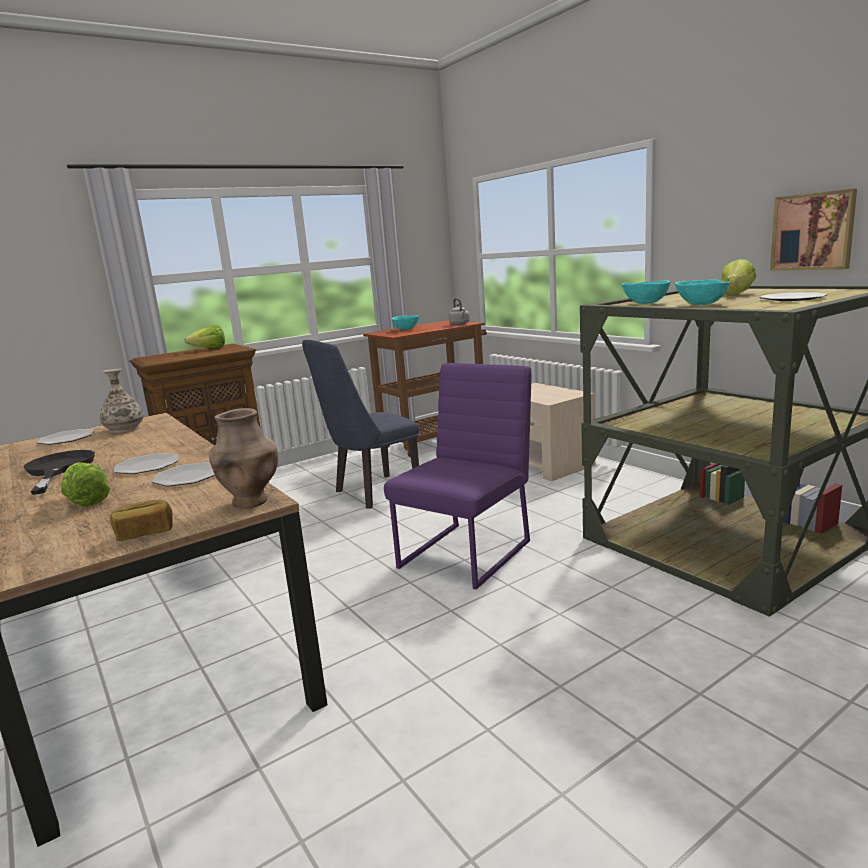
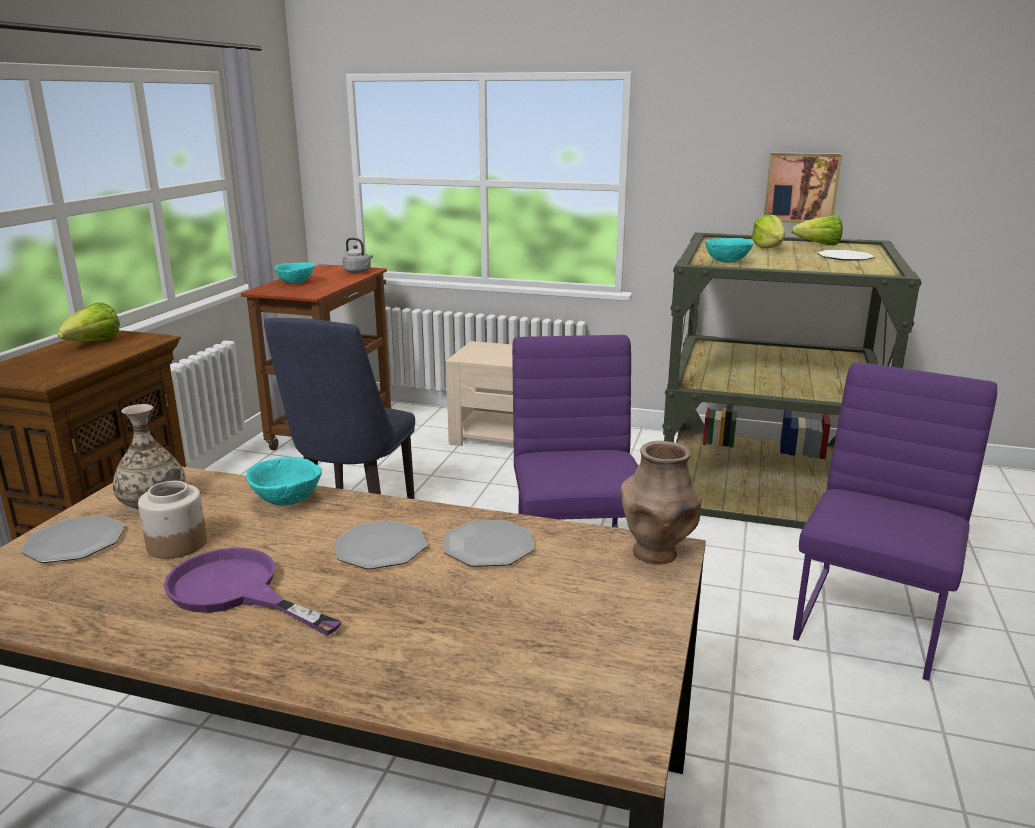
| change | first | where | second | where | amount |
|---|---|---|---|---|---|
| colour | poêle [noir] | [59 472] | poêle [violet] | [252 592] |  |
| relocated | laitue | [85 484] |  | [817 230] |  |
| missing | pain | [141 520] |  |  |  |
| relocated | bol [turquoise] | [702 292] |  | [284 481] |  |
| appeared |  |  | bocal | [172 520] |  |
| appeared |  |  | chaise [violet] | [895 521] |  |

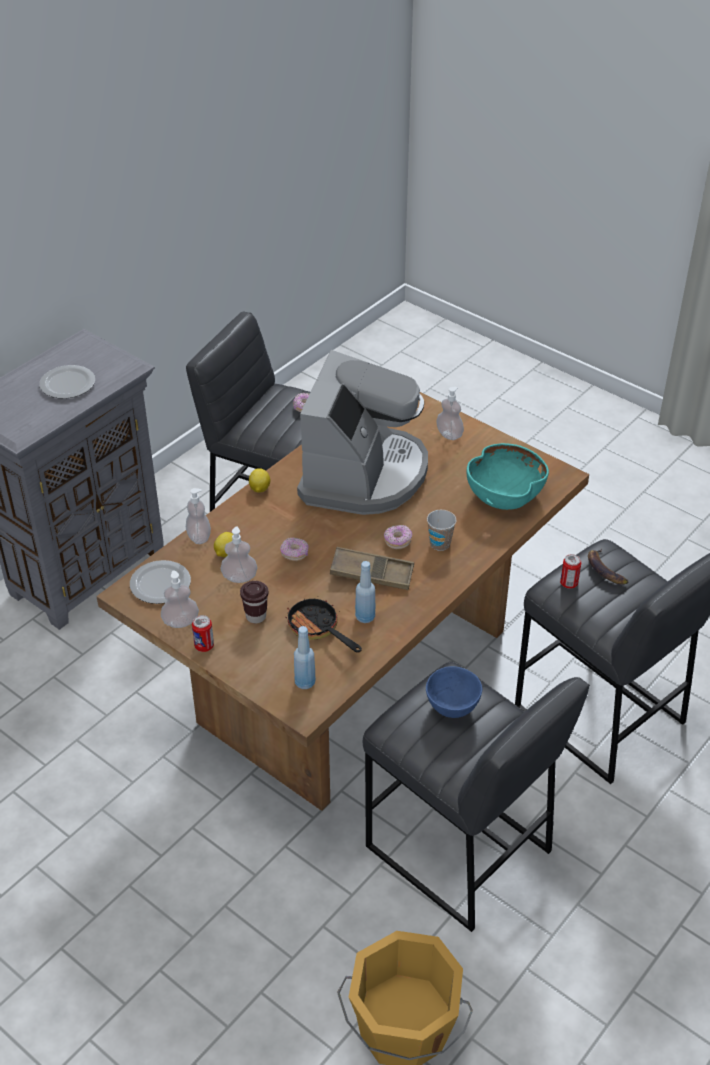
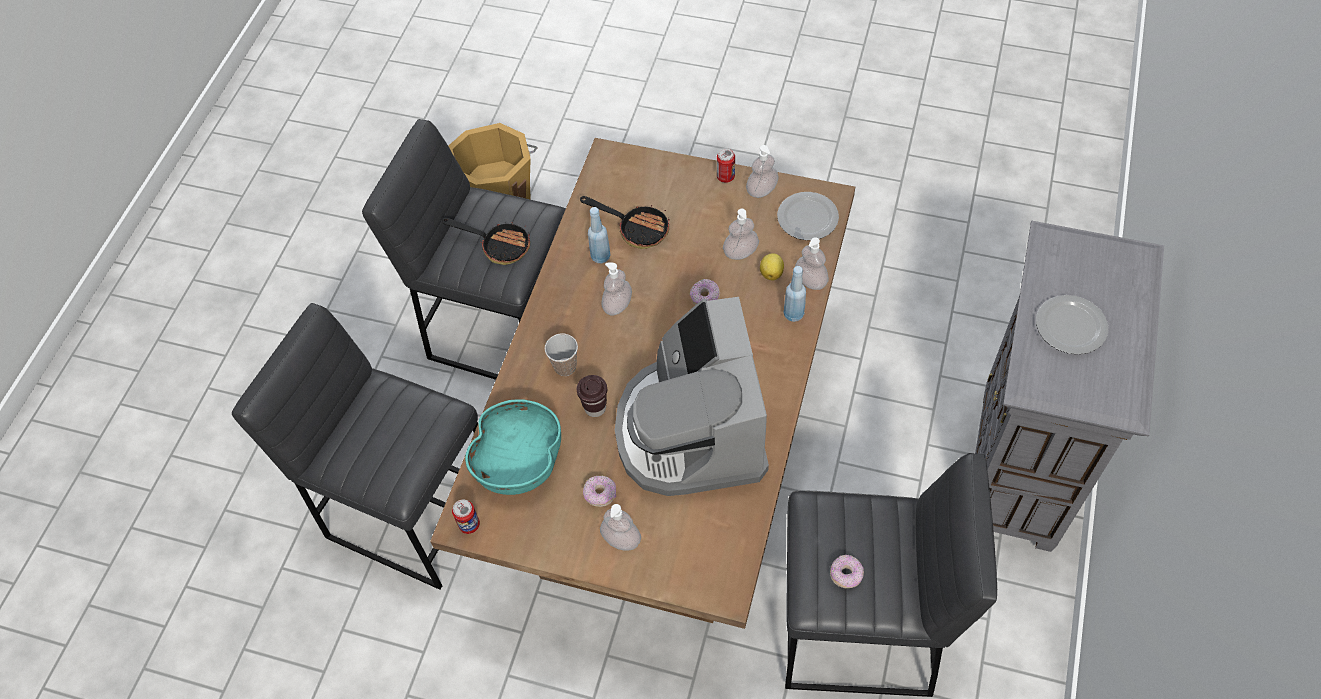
| change | first | where | second | where | amount |
|---|---|---|---|---|---|
| relocated | tasse [marron] | [254 602] |  | [591 396] |  |
| missing | citron | [259 480] |  |  |  |
| relocated | bouteille [bleu] | [305 657] |  | [795 294] |  |
| exchanged | plateau [marron] | [372 568] | distributeur de savon | [616 289] |  |
| relocated | beignet | [398 537] |  | [599 491] |  |
| exchanged | bol [bleu] | [454 692] | poêle | [486 241] |  |
| relocated | boîte métallique | [570 571] |  | [466 517] |  |
| missing | banane | [608 567] |  |  |  |

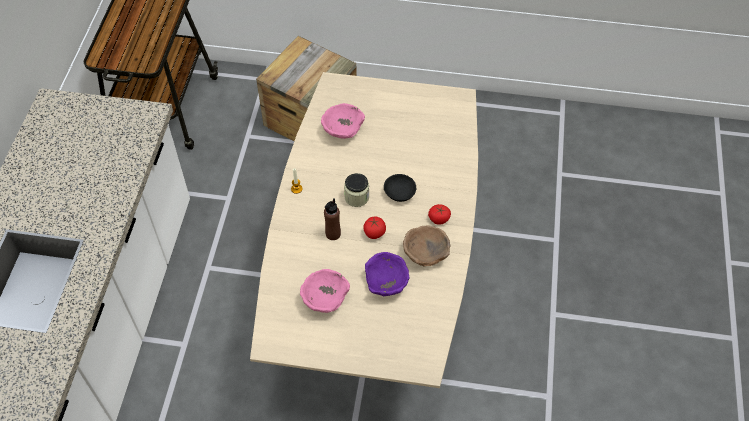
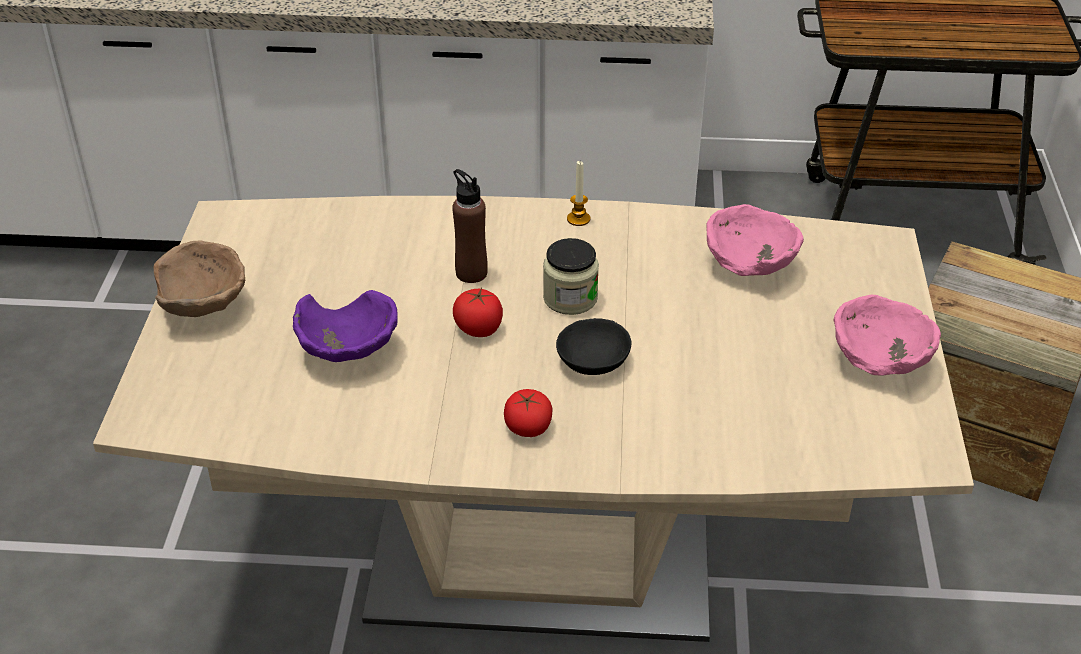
| change | first | where | second | where | amount |
|---|---|---|---|---|---|
| relocated | bol [rose] | [325 291] |  | [887 335] |  |
| relocated | bol [marron] | [426 246] |  | [199 278] |  |

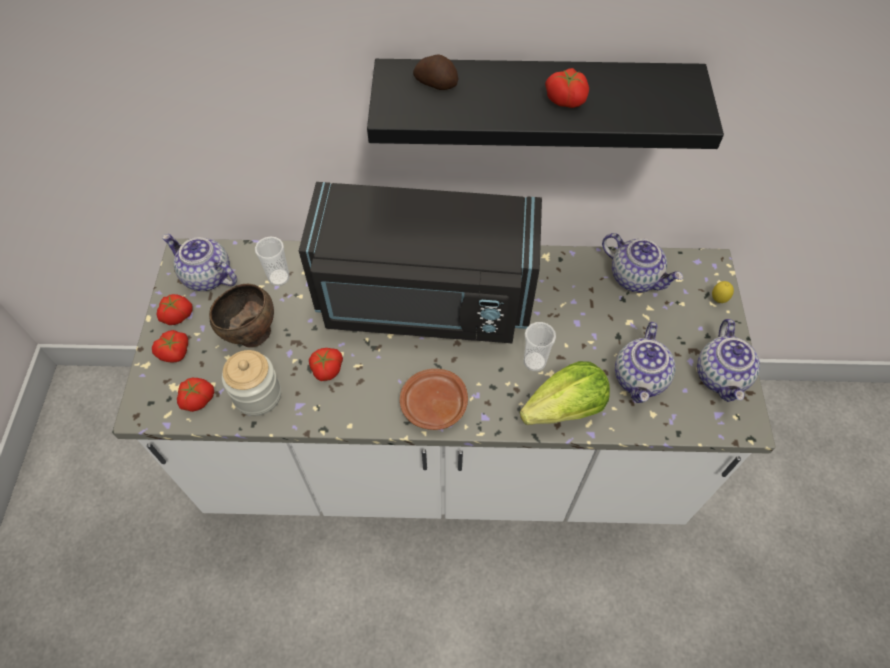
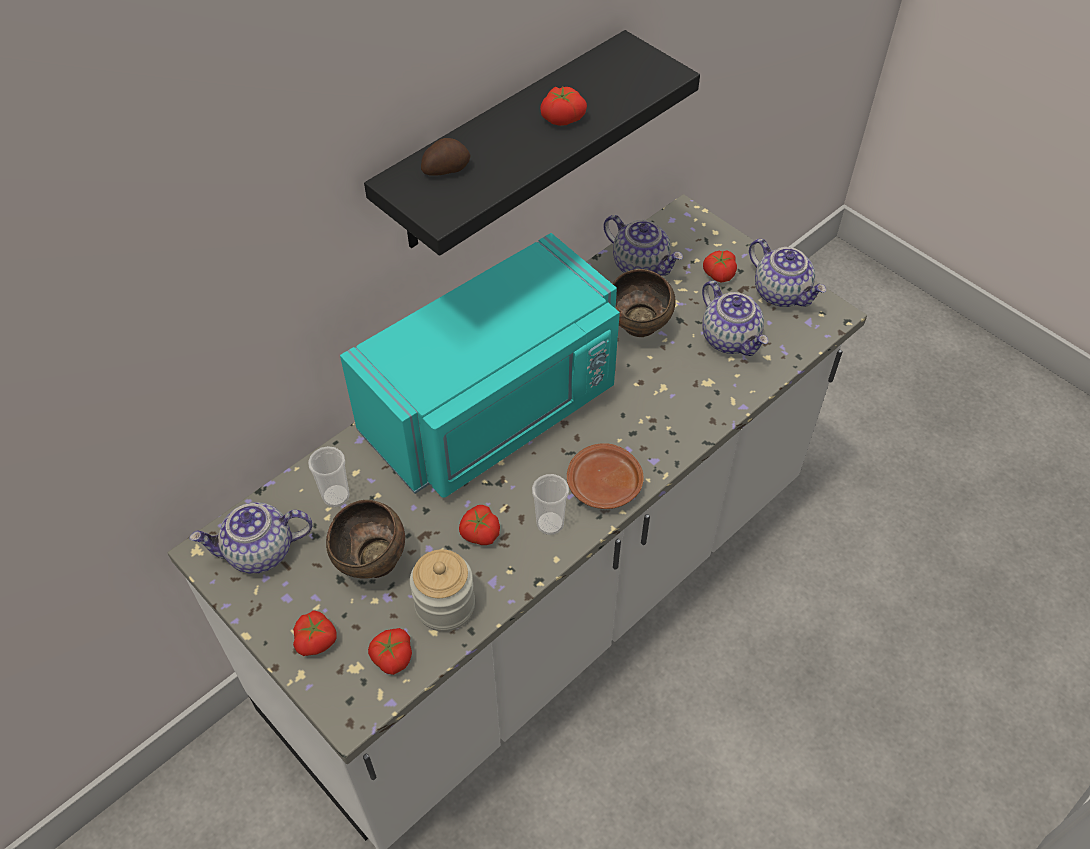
| change | first | where | second | where | amount |
|---|---|---|---|---|---|
| relocated | tomate | [174 309] |  | [720 266] |  |
| colour | micro-ondes [noir] | [420 262] | micro-ondes [turquoise] | [480 365] |  |
| missing | laitue | [565 393] |  |  |  |
| relocated | tasse | [539 346] |  | [550 504] |  |
| spun | théière | [642 263] |  | [643 245] | 45 degrees clockwise |
| missing | citron | [723 292] |  |  |  |
| appeared |  |  | bol [marron] | [644 303] |  |

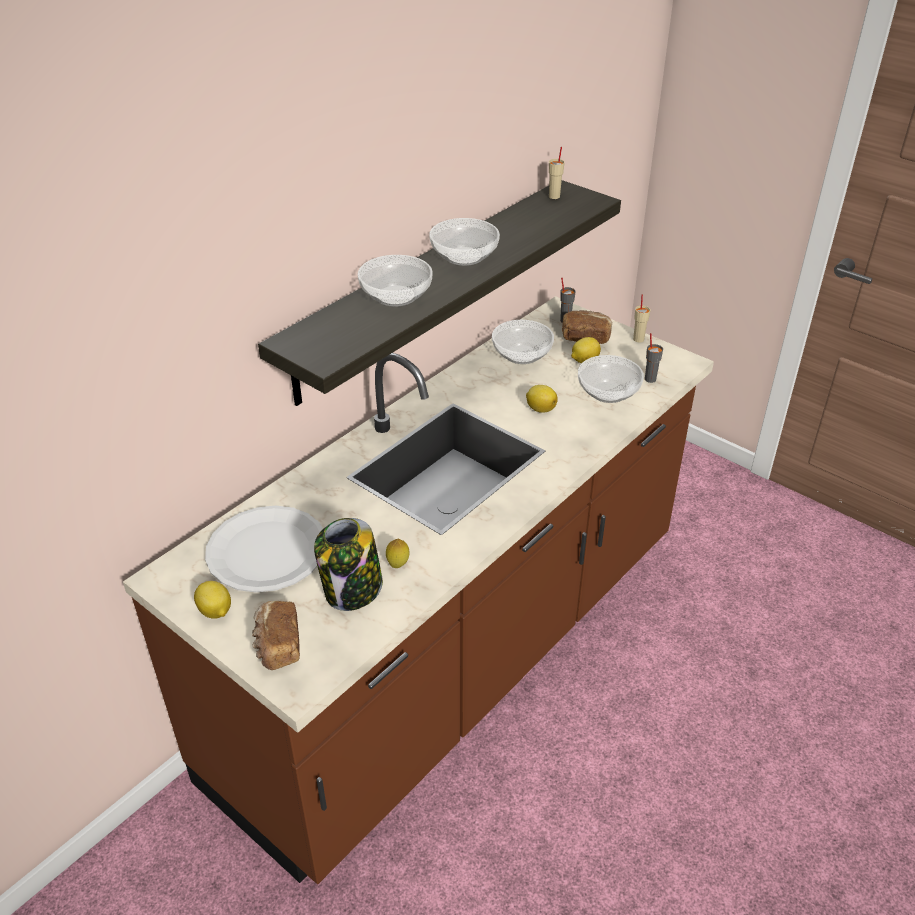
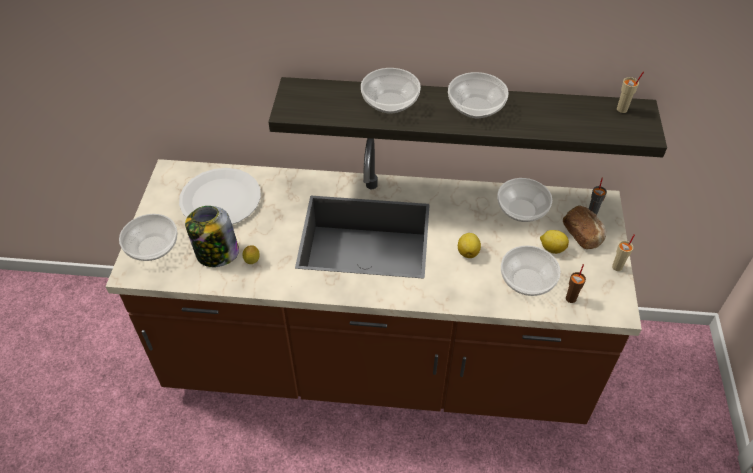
| change | first | where | second | where | amount |
|---|---|---|---|---|---|
| missing | citron | [212 600] |  |  |  |
| exchanged | pain | [276 635] | bol | [148 237] |  |
| colour | tasse [gris] | [654 358] | tasse [marron] | [576 283] |  |

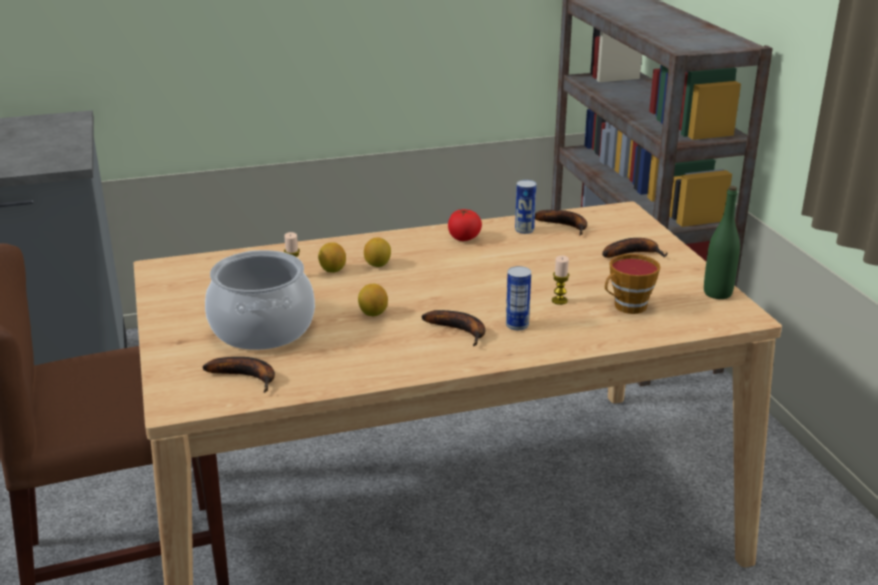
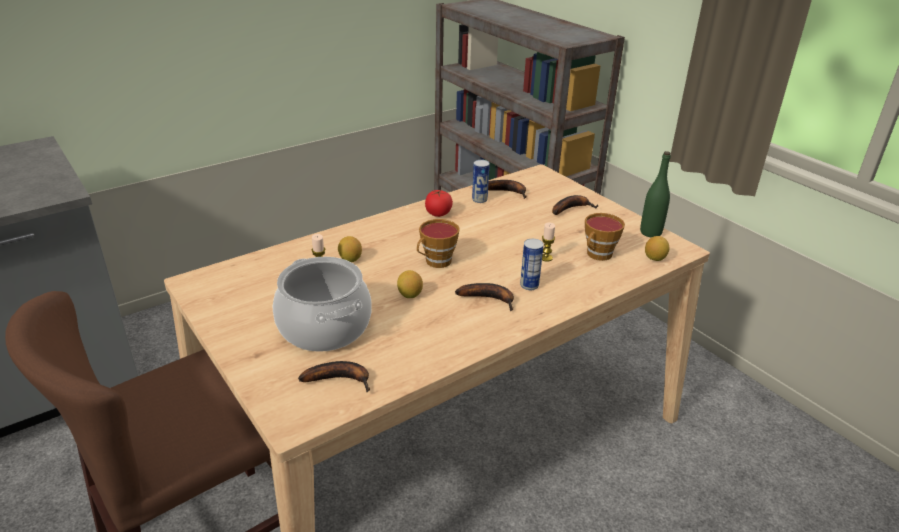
| change | first | where | second | where | amount |
|---|---|---|---|---|---|
| relocated | citron | [377 252] |  | [657 248] |  |
| appeared |  |  | tasse | [438 243] |  |

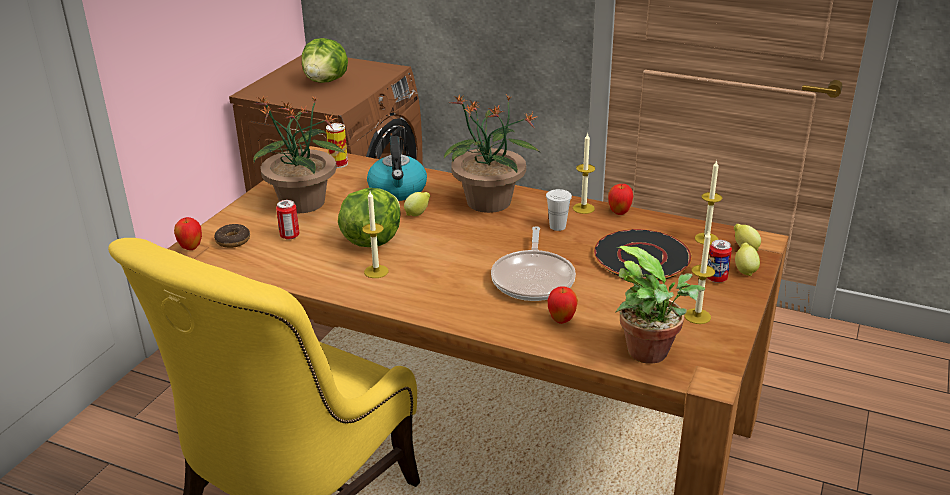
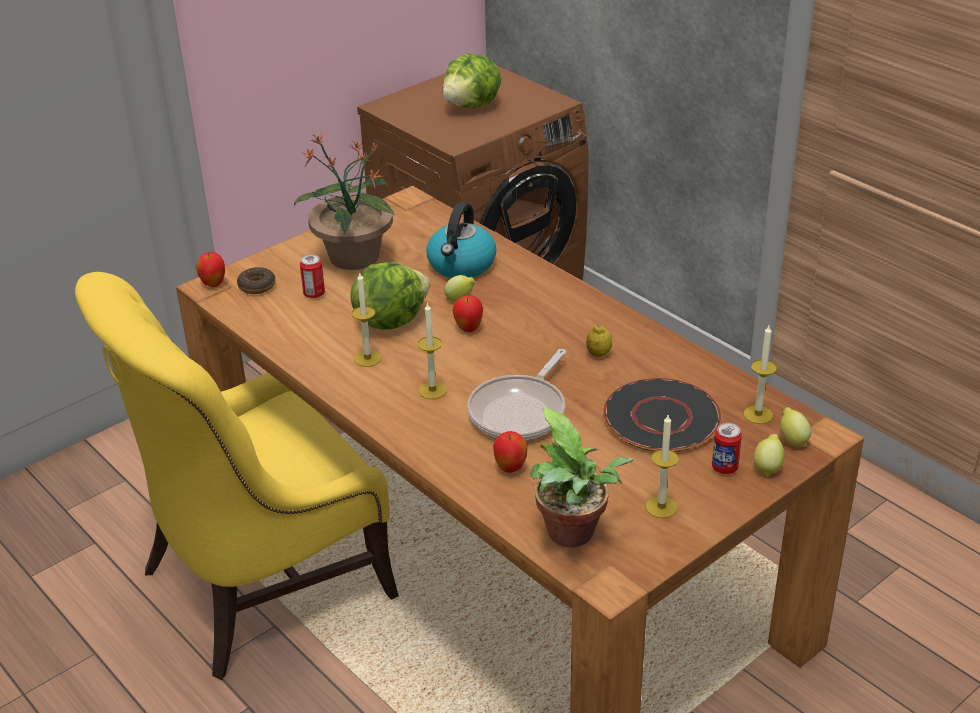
| change | first | where | second | where | amount |
|---|---|---|---|---|---|
| missing | boîte métallique | [337 145] |  |  |  |
| missing | plante en pot | [492 153] |  |  |  |
| exchanged | tasse [blanc] | [559 210] | citron | [599 341] |  |
| relocated | bougie | [584 173] |  | [432 350] |  |
| relocated | pomme | [620 199] |  | [468 314] |  |

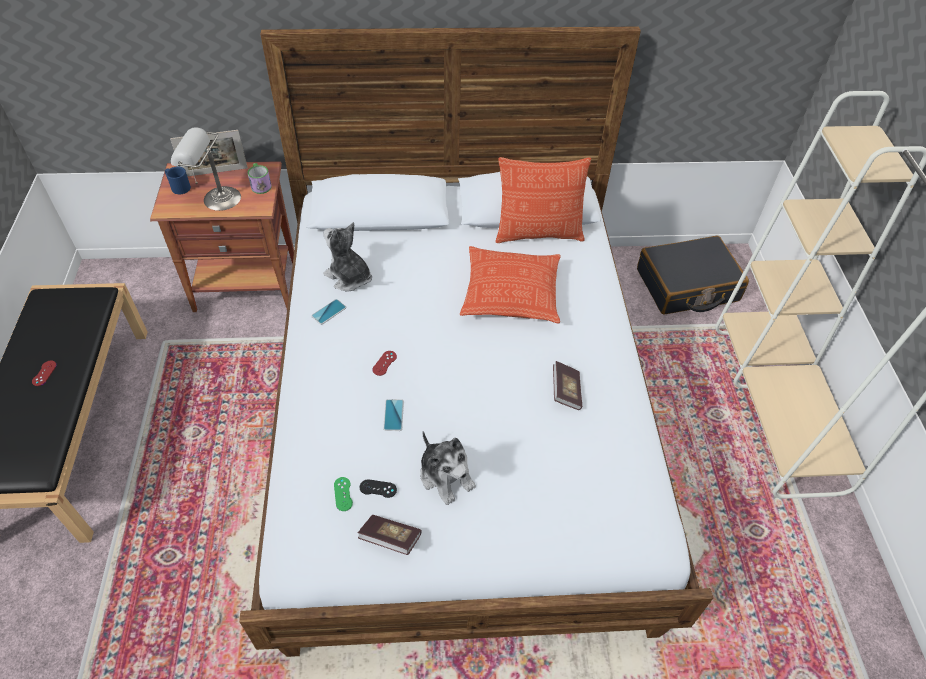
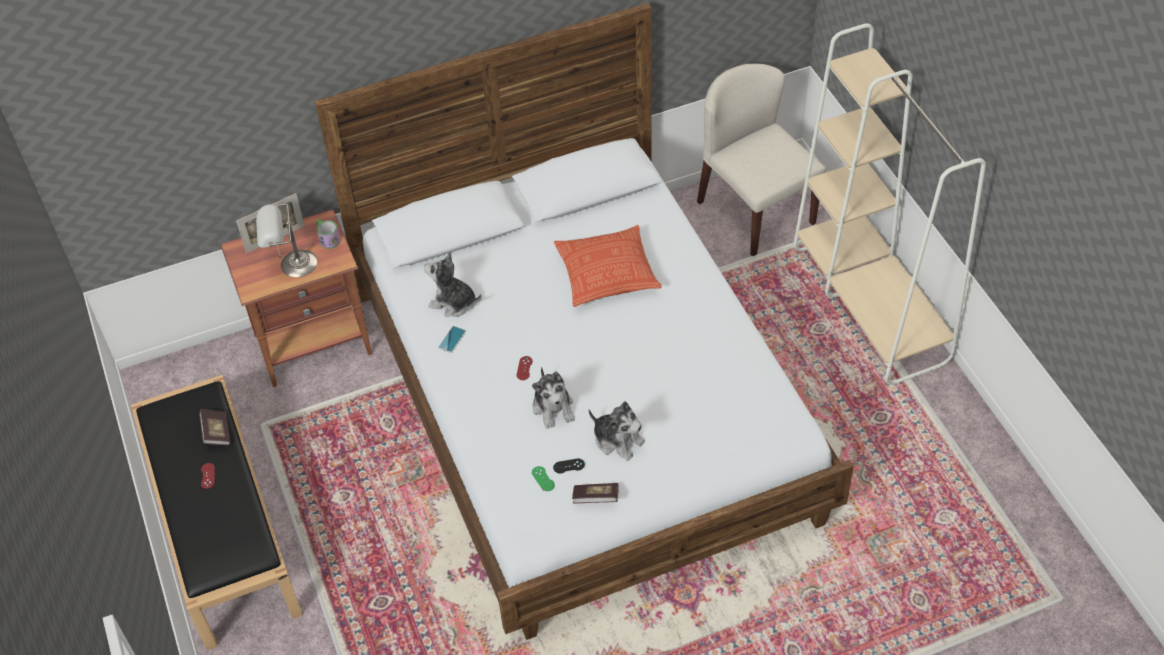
| change | first | where | second | where | amount |
|---|---|---|---|---|---|
| missing | mug [bleu] | [178 180] |  |  |  |
| exchanged | téléphone | [393 415] | peluche | [553 398] |  |
| missing | coussin [orange] | [543 200] |  |  |  |
| relocated | livre | [567 385] |  | [214 427] |  |
| exchanged | valise [noir] | [693 275] | chaise [beige] | [761 159] |  |

